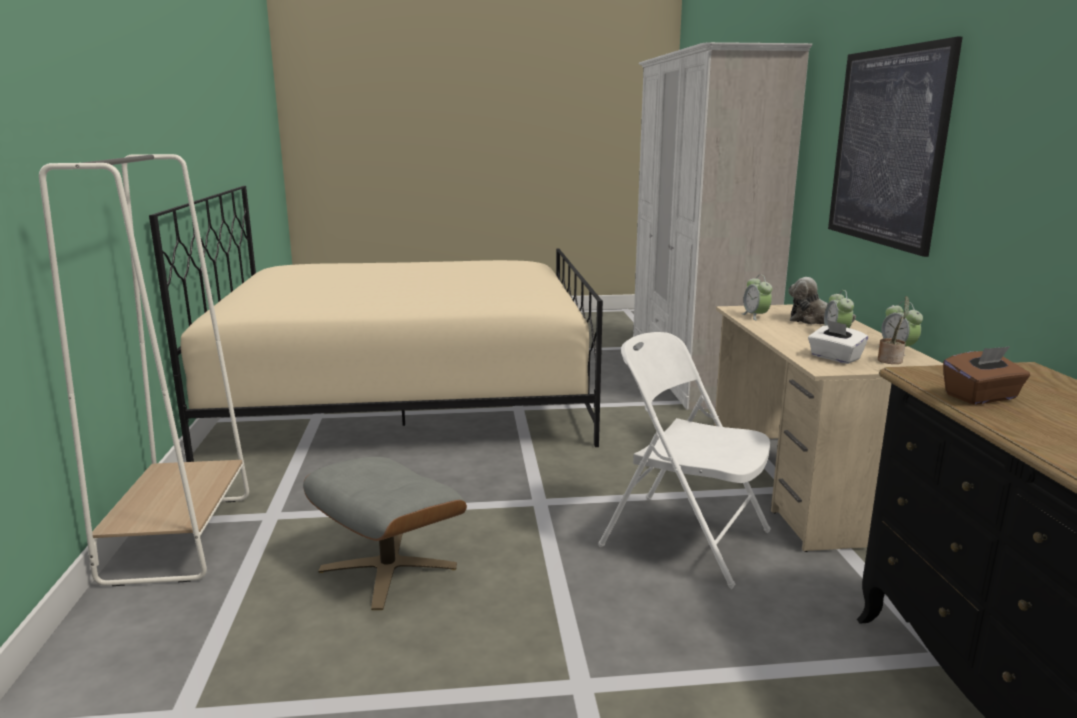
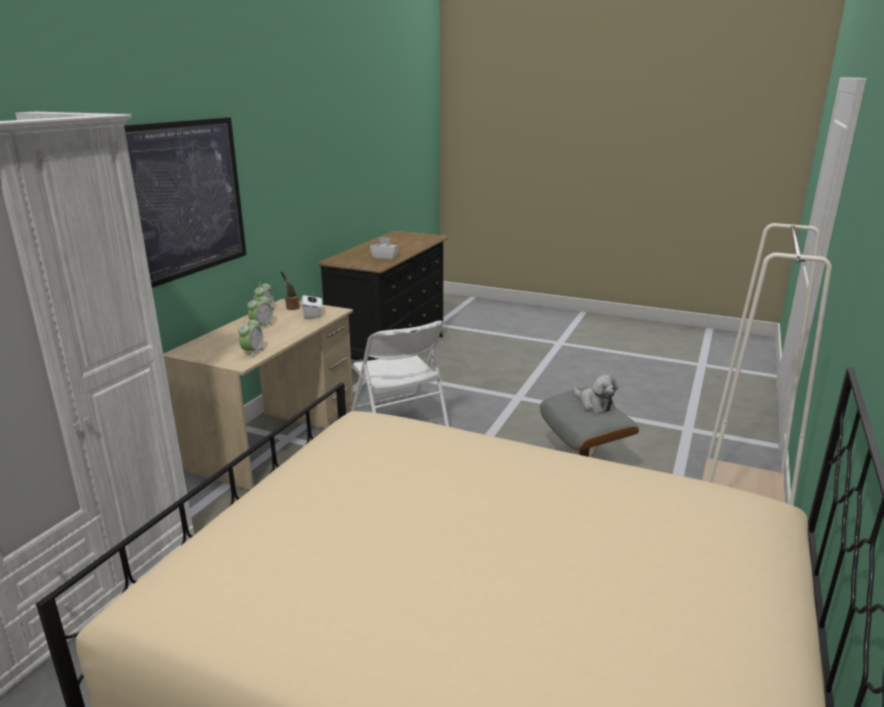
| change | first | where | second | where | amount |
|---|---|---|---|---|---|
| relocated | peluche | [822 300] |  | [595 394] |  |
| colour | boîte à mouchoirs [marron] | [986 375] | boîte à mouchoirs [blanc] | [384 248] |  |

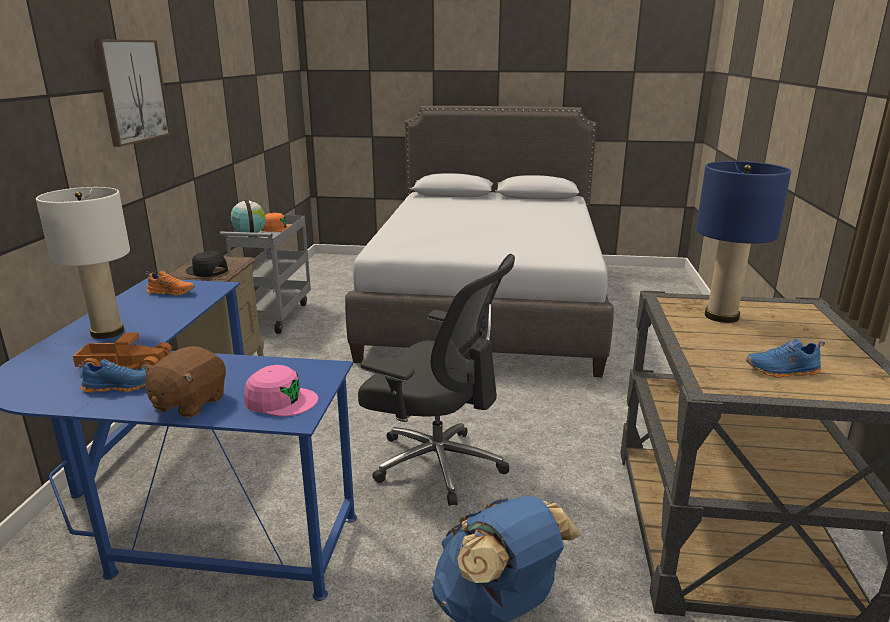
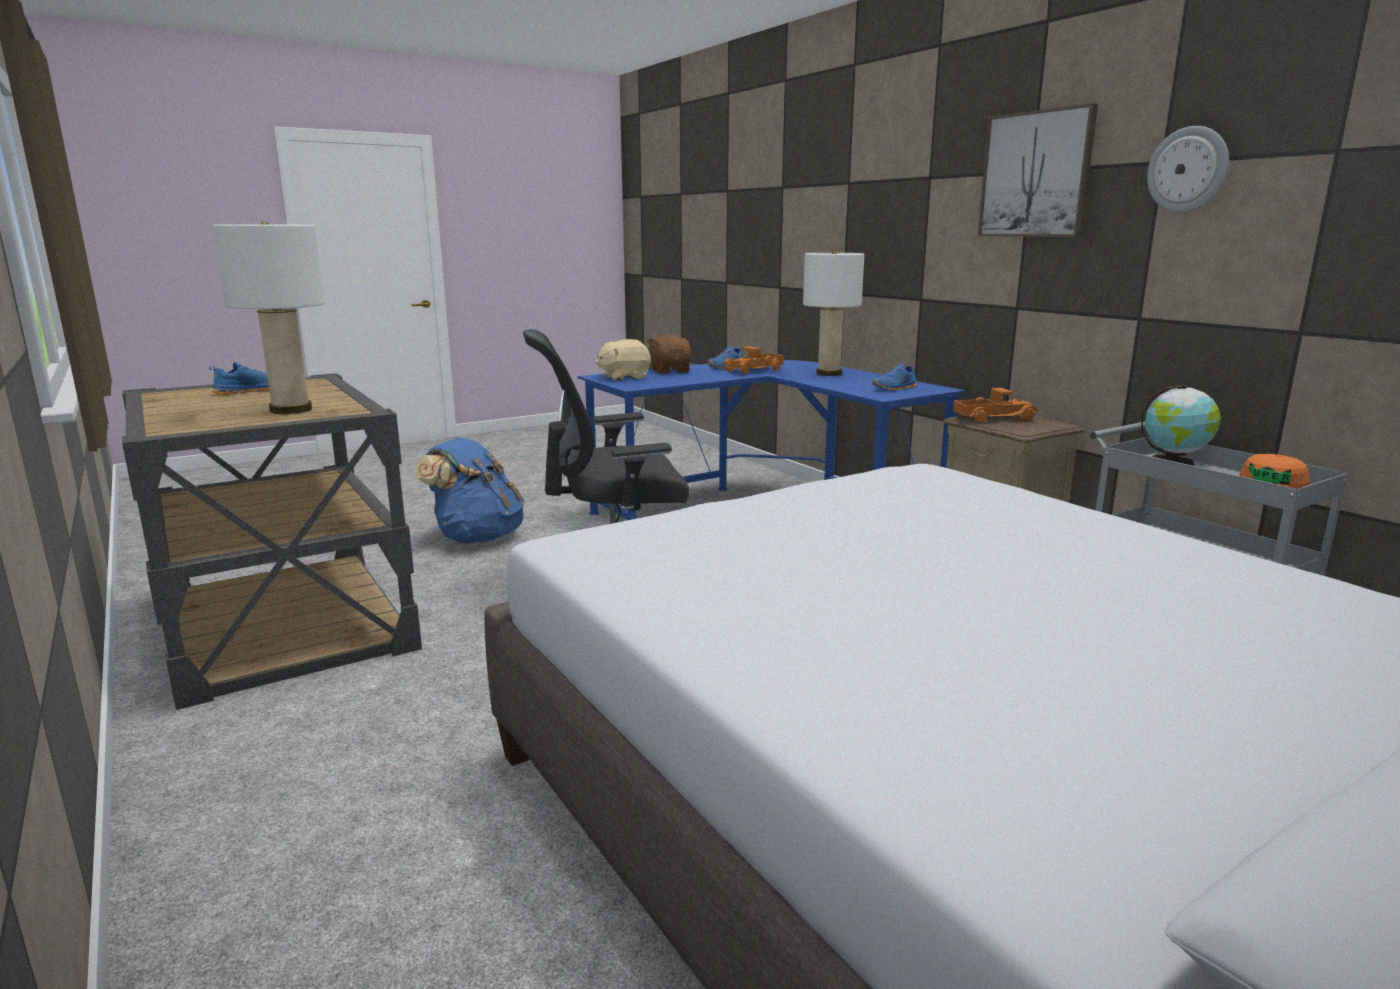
| change | first | where | second | where | amount |
|---|---|---|---|---|---|
| colour | chaussure [orange] | [170 283] | chaussure [bleu] | [894 377] |  |
| exchanged | casquette [noir] | [207 264] | camion jouet | [995 405] |  |
| exchanged | casquette [rose] | [281 391] | peluche [beige] | [623 360] |  |
| colour | lampe de table [bleu] | [743 242] | lampe de table [blanc] | [269 318] |  |
| appeared |  |  | horloge murale | [1188 169] |  |

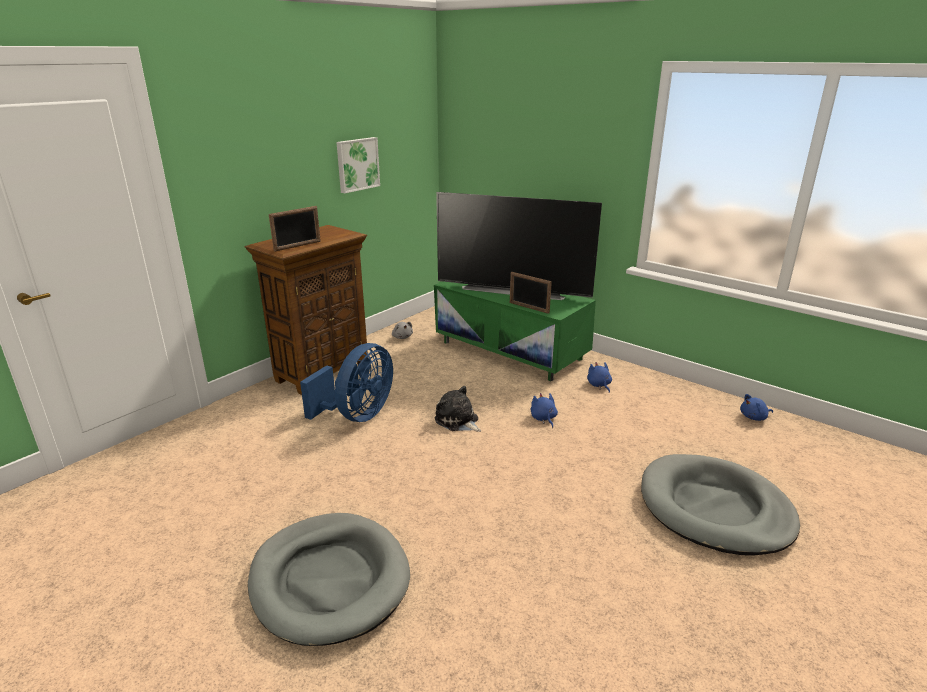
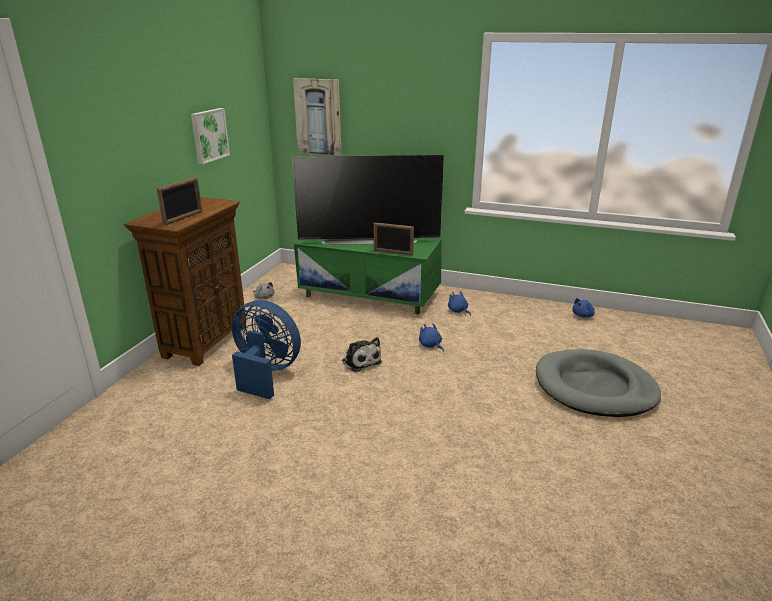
| change | first | where | second | where | amount |
|---|---|---|---|---|---|
| missing | panier pour chien [gris] | [329 579] |  |  |  |
| spun | ventilateur [bleu] | [346 382] |  | [266 349] | 75 degrees counterclockwise |
| spun | peluche | [458 409] |  | [362 354] | 150 degrees counterclockwise |
| appeared |  |  | tableau | [317 117] |  |

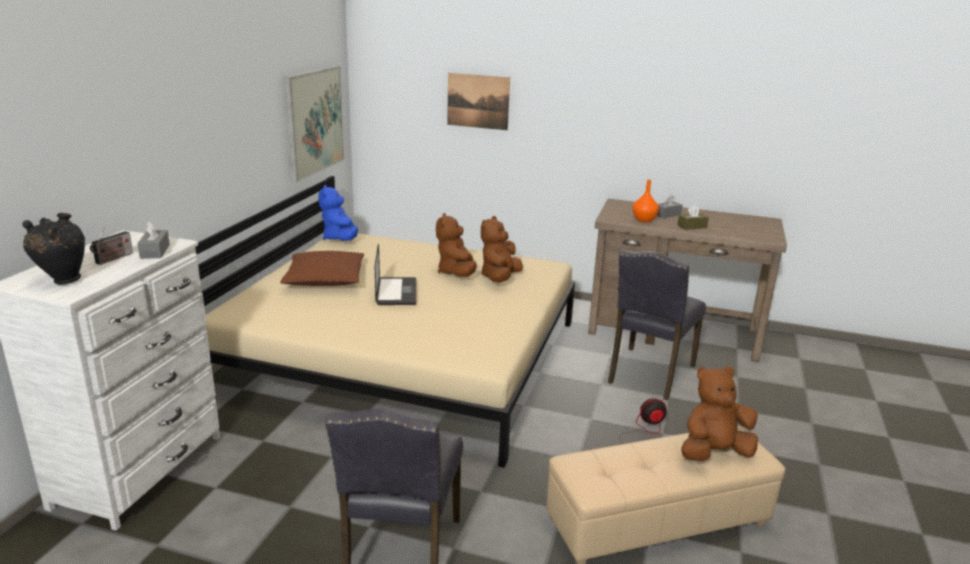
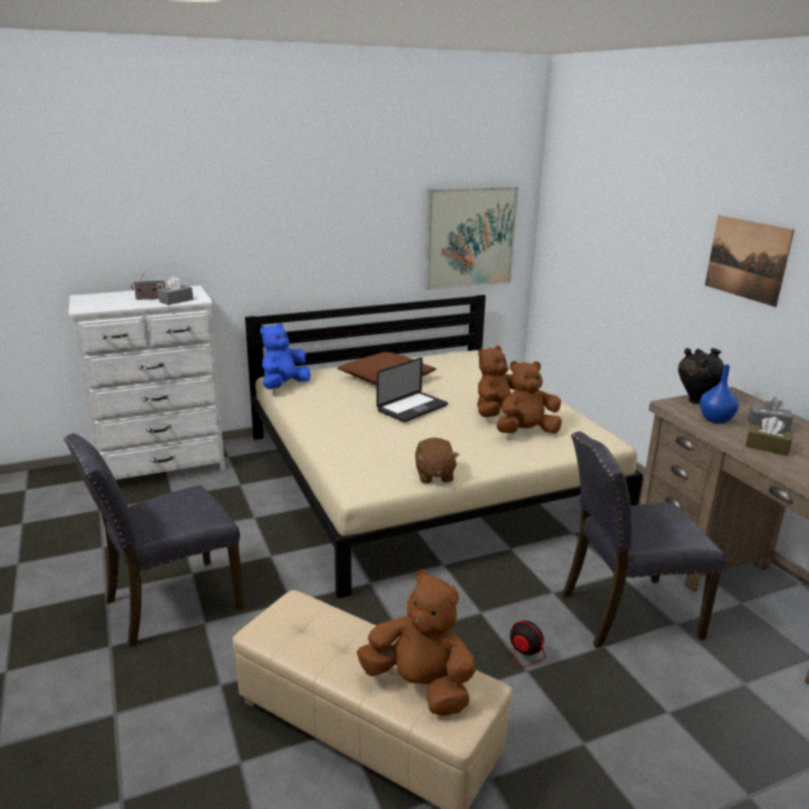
| change | first | where | second | where | amount |
|---|---|---|---|---|---|
| relocated | vase [noir] | [54 249] |  | [701 376] |  |
| relocated | peluche [bleu] | [338 213] |  | [285 356] |  |
| relocated | tableau | [478 101] |  | [749 261] |  |
| colour | vase [orange] | [646 200] | vase [bleu] | [719 394] |  |
| appeared |  |  | peluche [marron] | [437 460] |  |

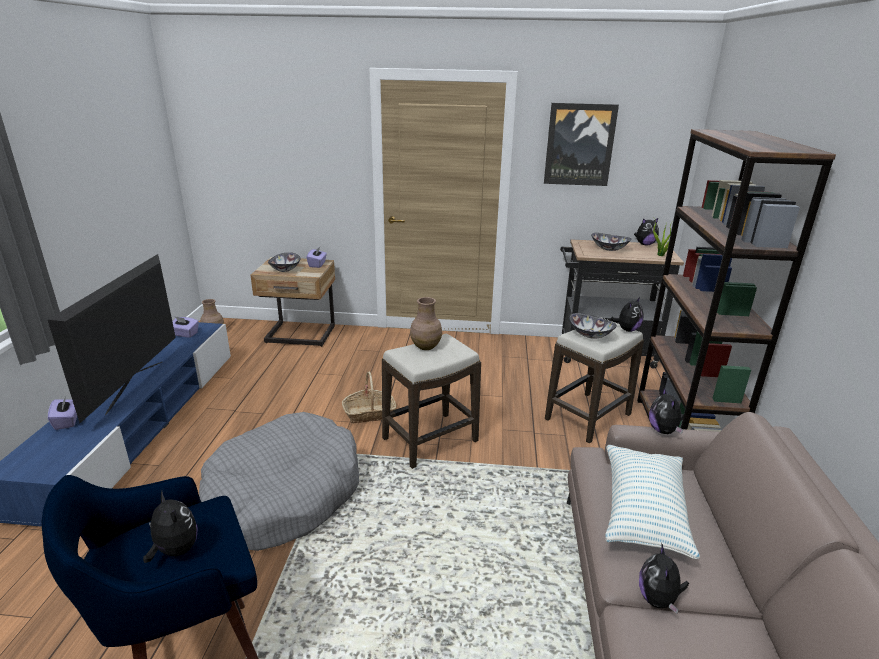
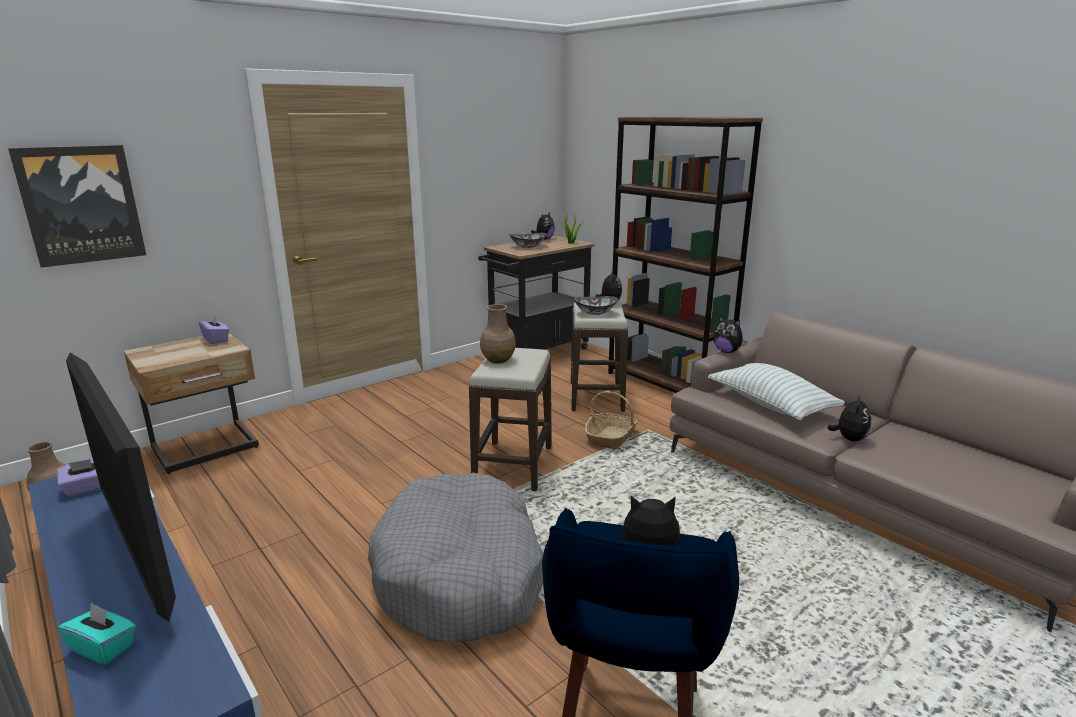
| change | first | where | second | where | amount |
|---|---|---|---|---|---|
| colour | boîte à mouchoirs [violet] | [62 413] | boîte à mouchoirs [turquoise] | [97 634] |  |
| missing | bol | [284 262] |  |  |  |
| relocated | panier | [369 397] |  | [611 420] |  |
| relocated | tableau | [581 144] |  | [77 206] |  |
| spun | peluche | [664 579] |  | [849 418] | 120 degrees counterclockwise |

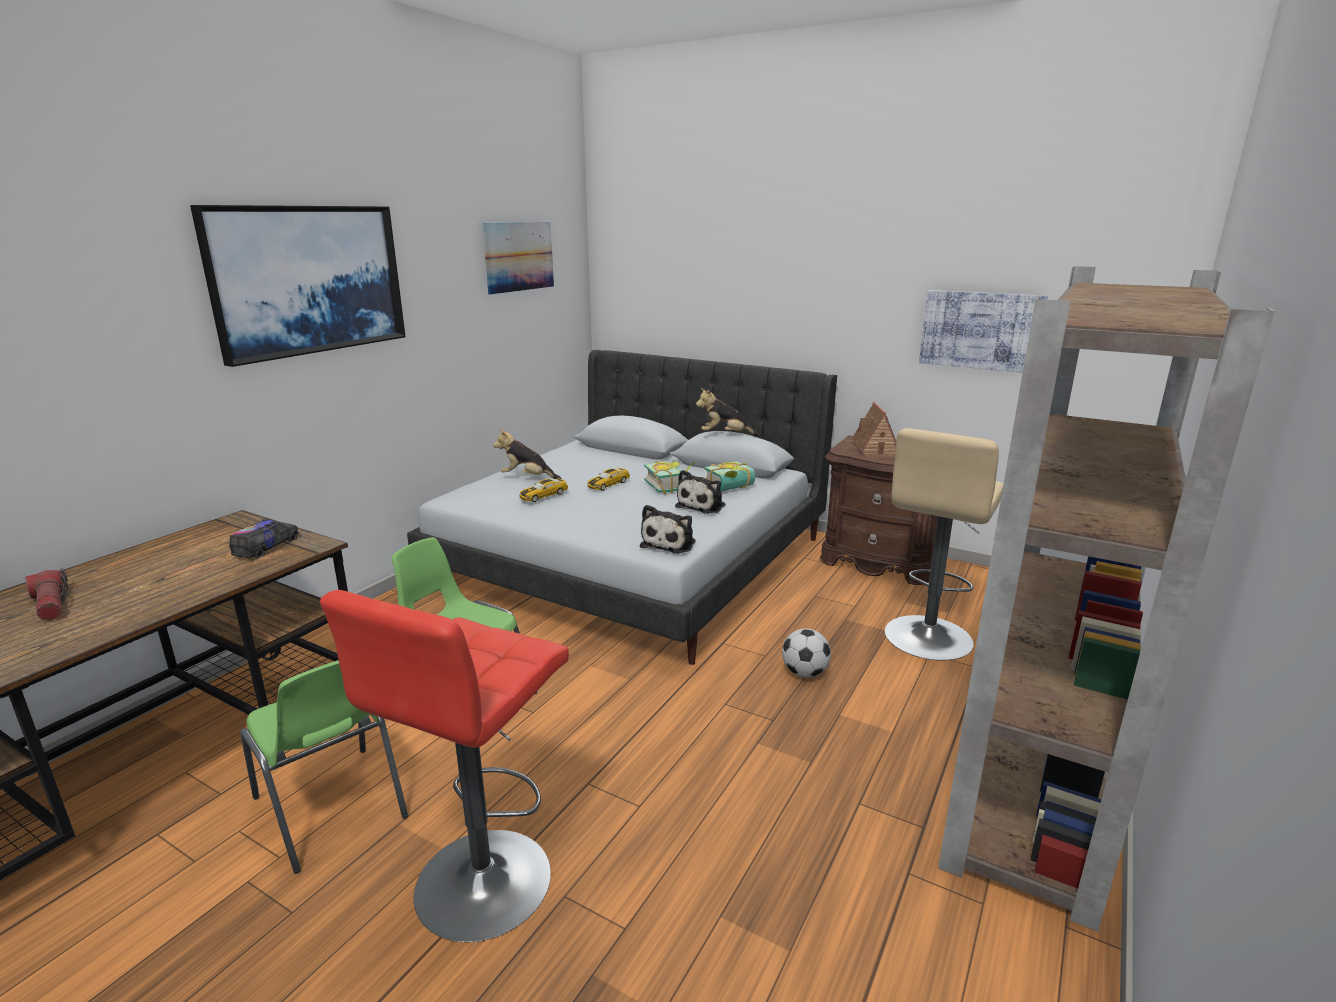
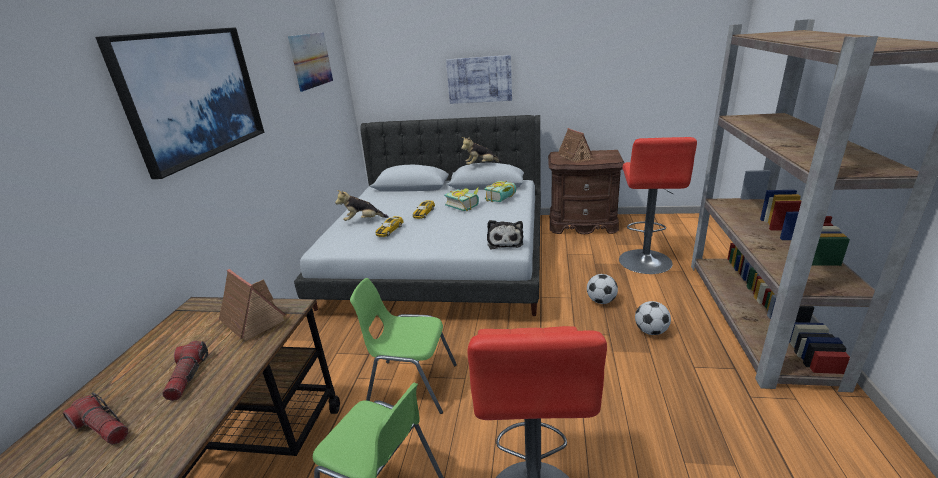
| change | first | where | second | where | amount |
|---|---|---|---|---|---|
| exchanged | camion jouet | [264 539] | maison miniature | [252 305] |  |
| missing | peluche | [700 492] |  |  |  |
| colour | tabouret [beige] | [944 544] | tabouret [rouge] | [658 205] |  |
| relocated | tableau | [983 331] |  | [479 79] |  |
| appeared |  |  | lampe de poche | [185 371] |  |
| appeared |  |  | ballon de foot | [653 318] |  |

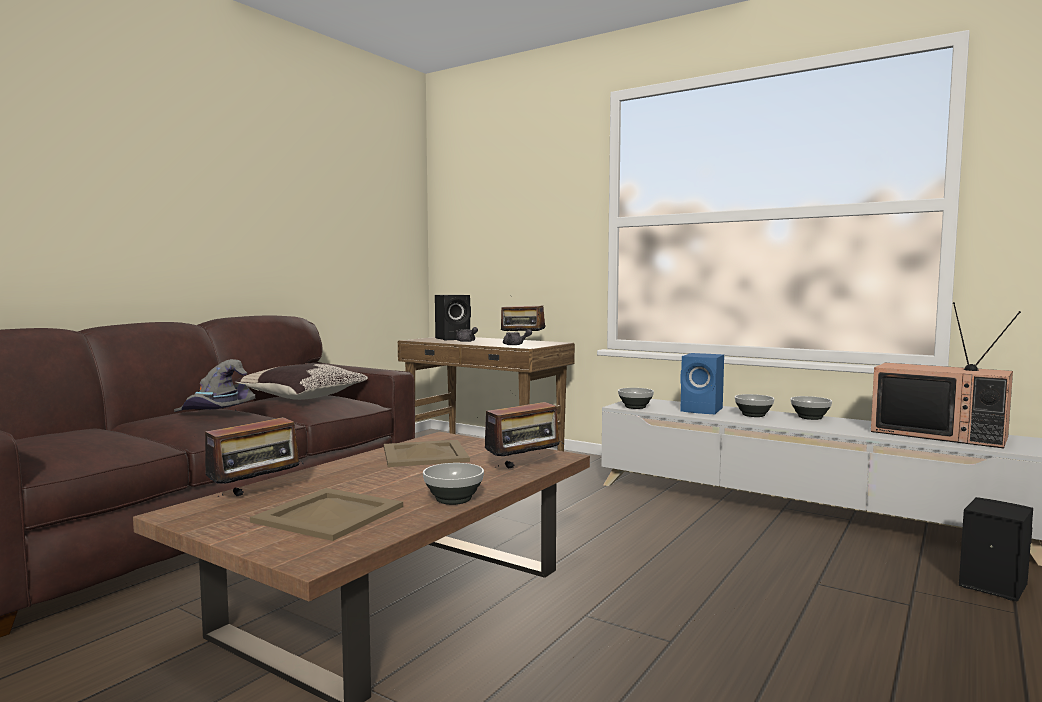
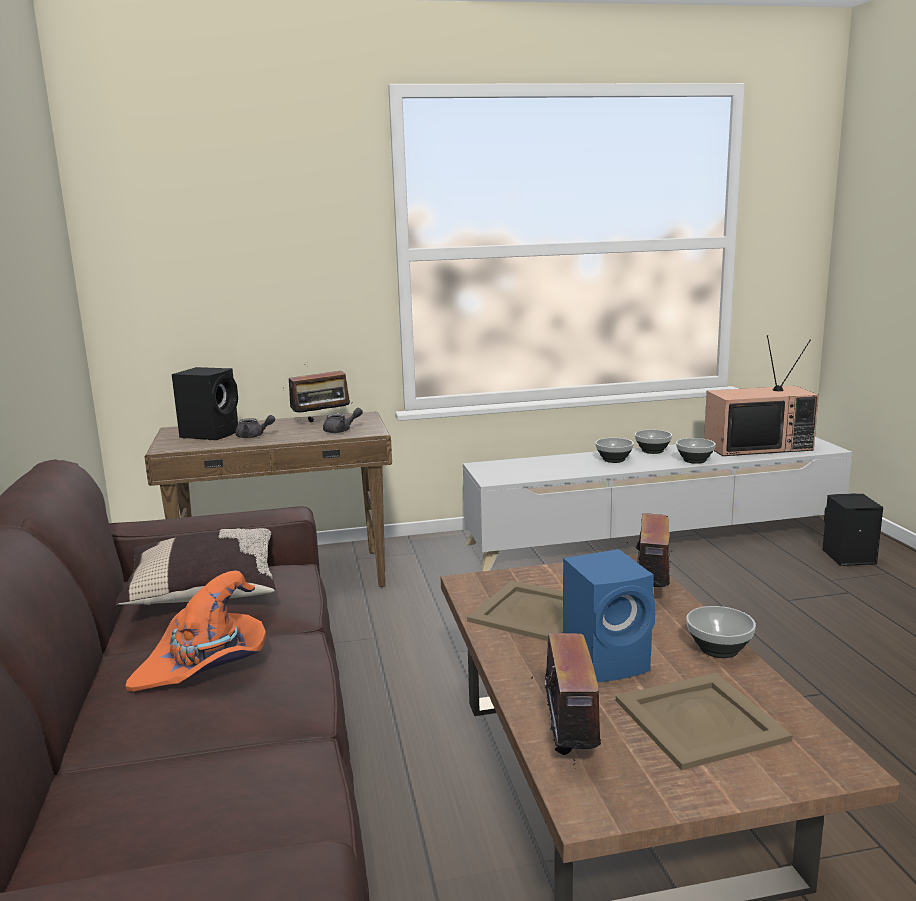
| change | first | where | second | where | amount |
|---|---|---|---|---|---|
| colour | chapeau [gris] | [214 385] | chapeau [orange] | [196 631] |  |
| relocated | bol | [636 398] |  | [696 451] |  |
| relocated | enceinte [bleu] | [702 383] |  | [609 615] |  |

